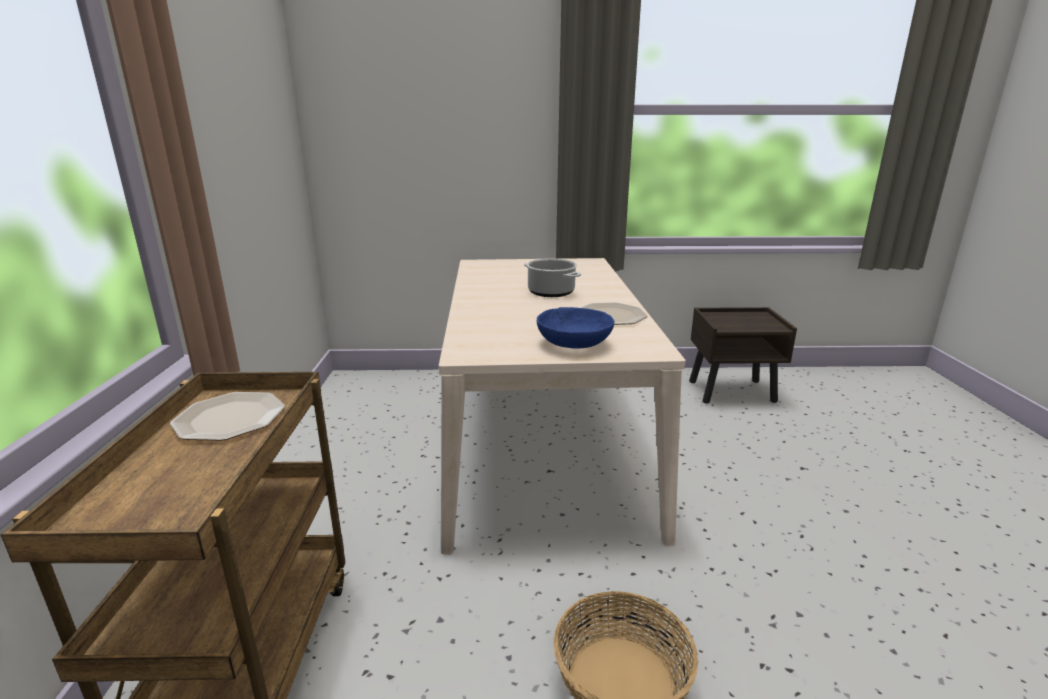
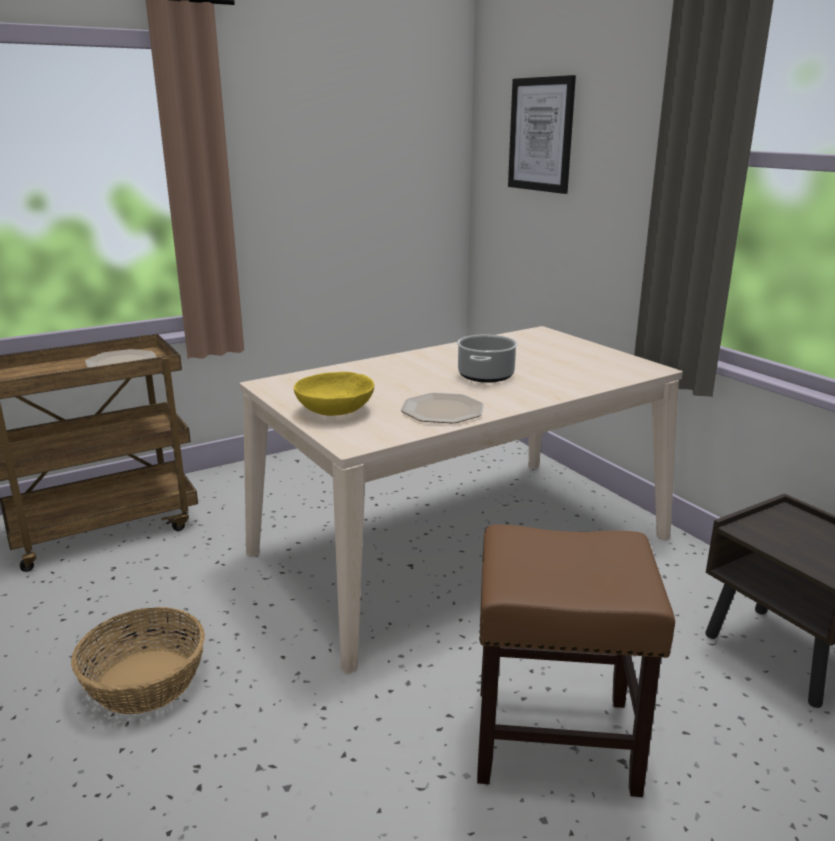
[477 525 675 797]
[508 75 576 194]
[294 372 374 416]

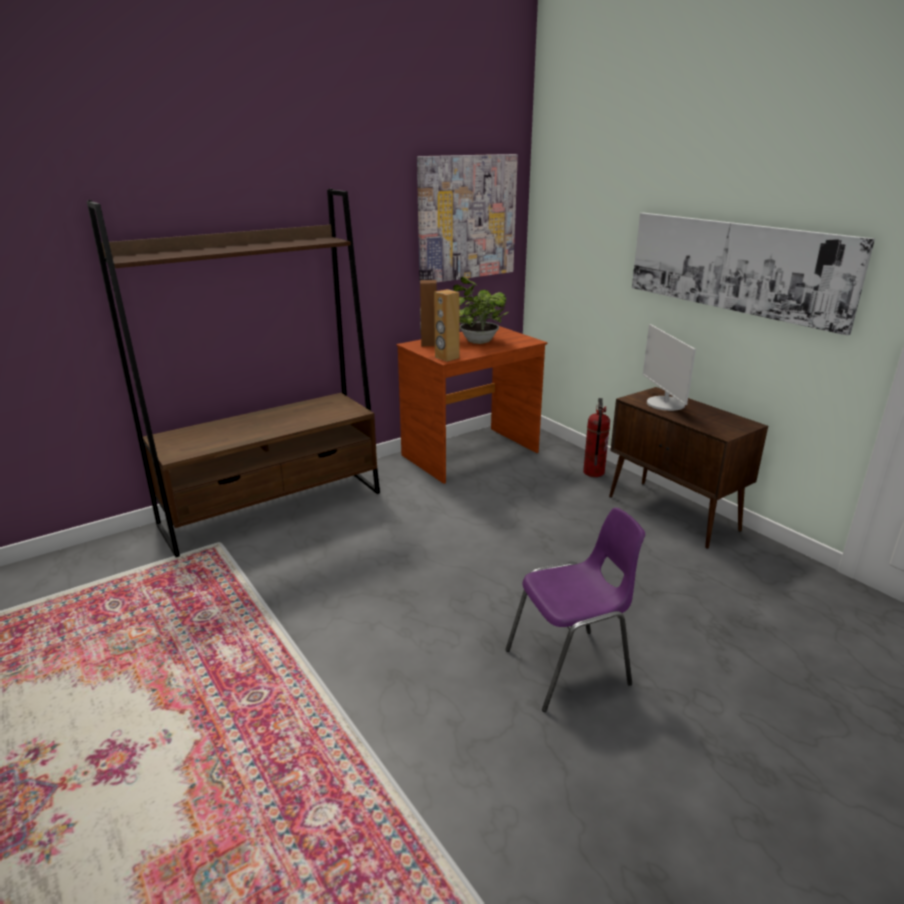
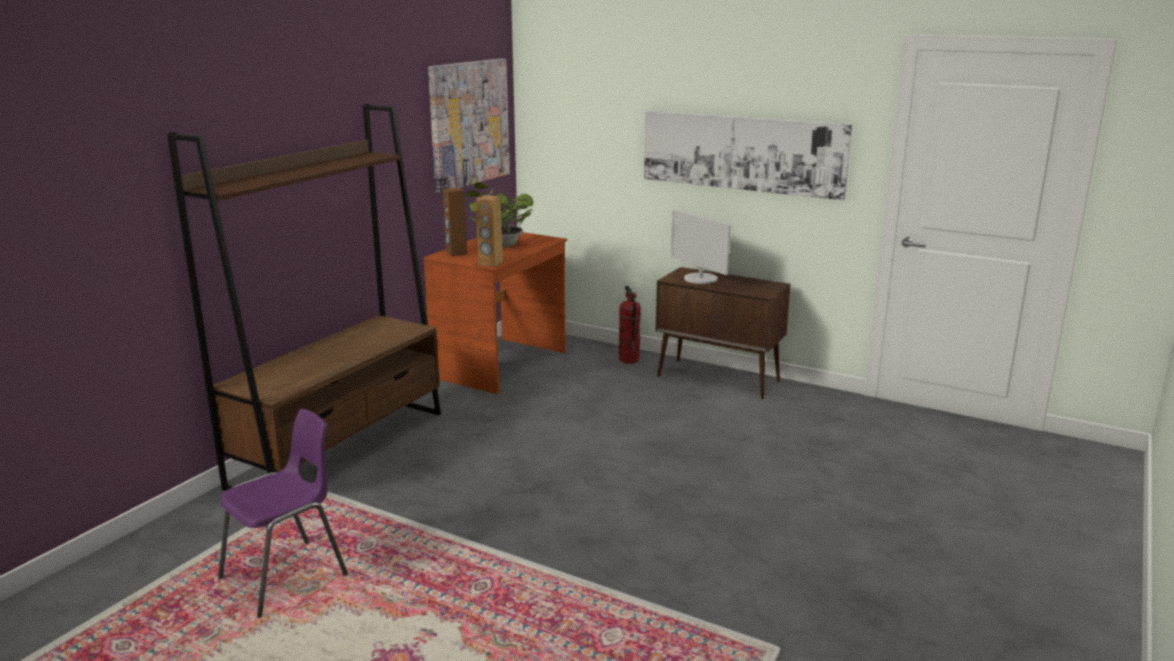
[218 409 348 618]

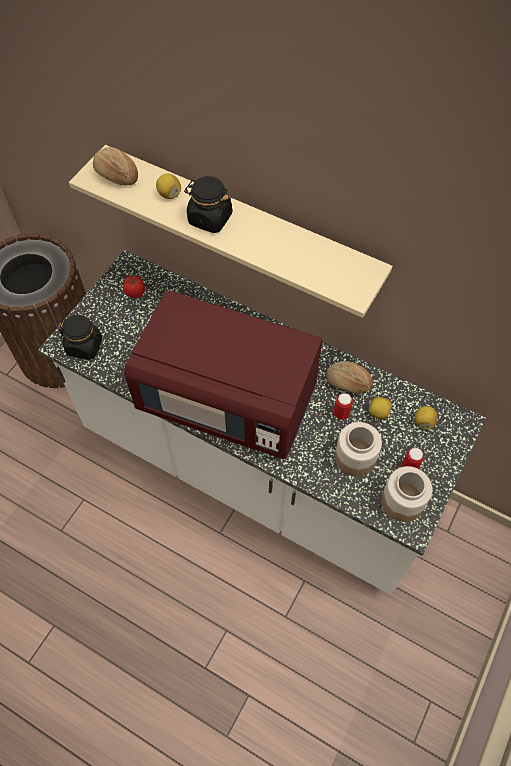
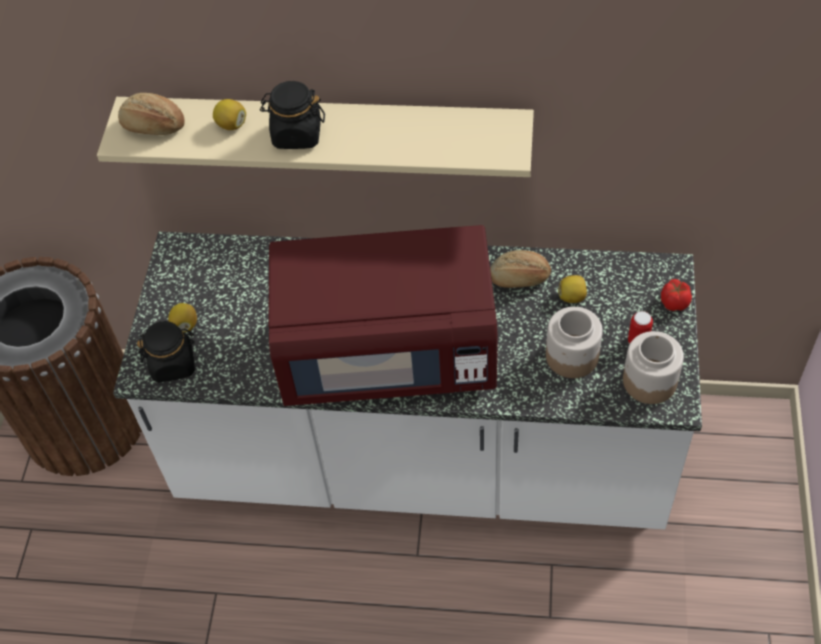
[334 393 353 420] (first image)
[661 279 692 311]
[168 303 197 332]

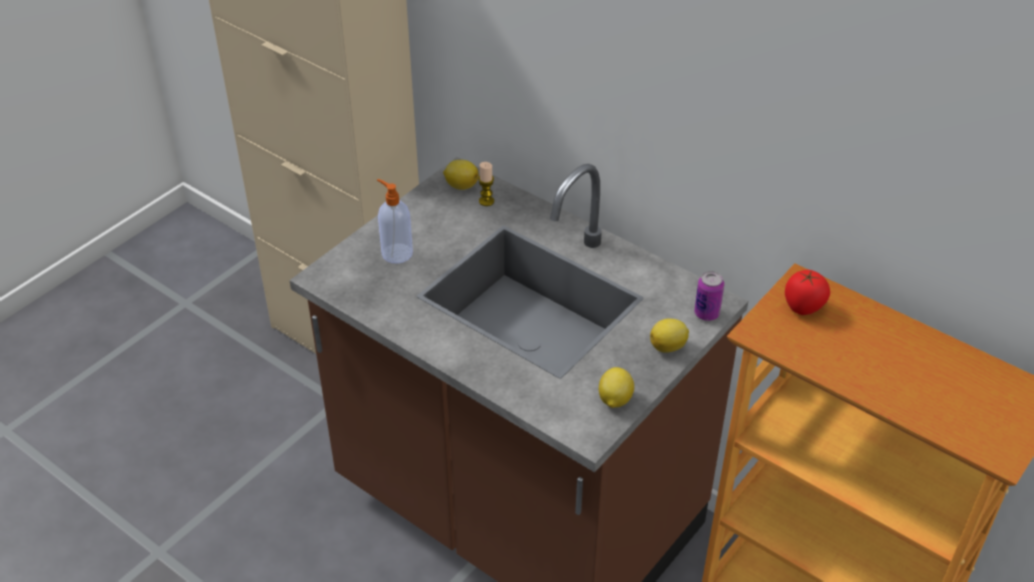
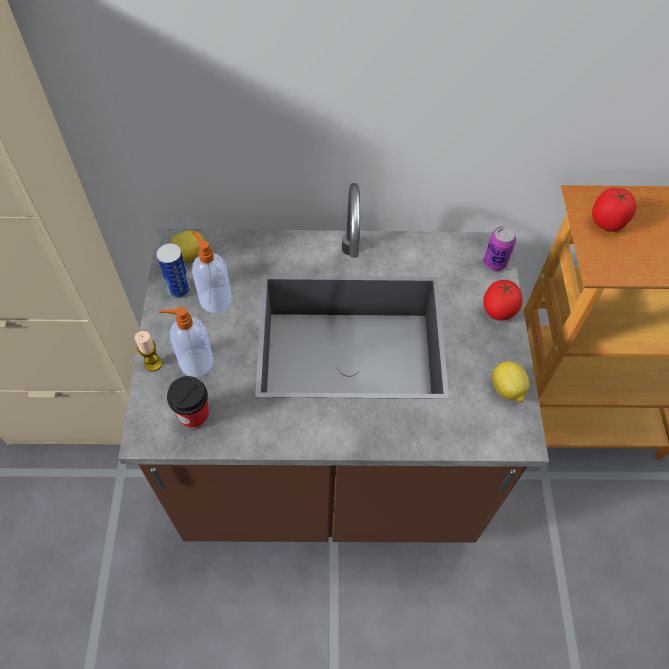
[156 243 191 299]
[167 376 209 430]
[192 231 232 313]
[135 331 162 372]
[483 280 523 321]

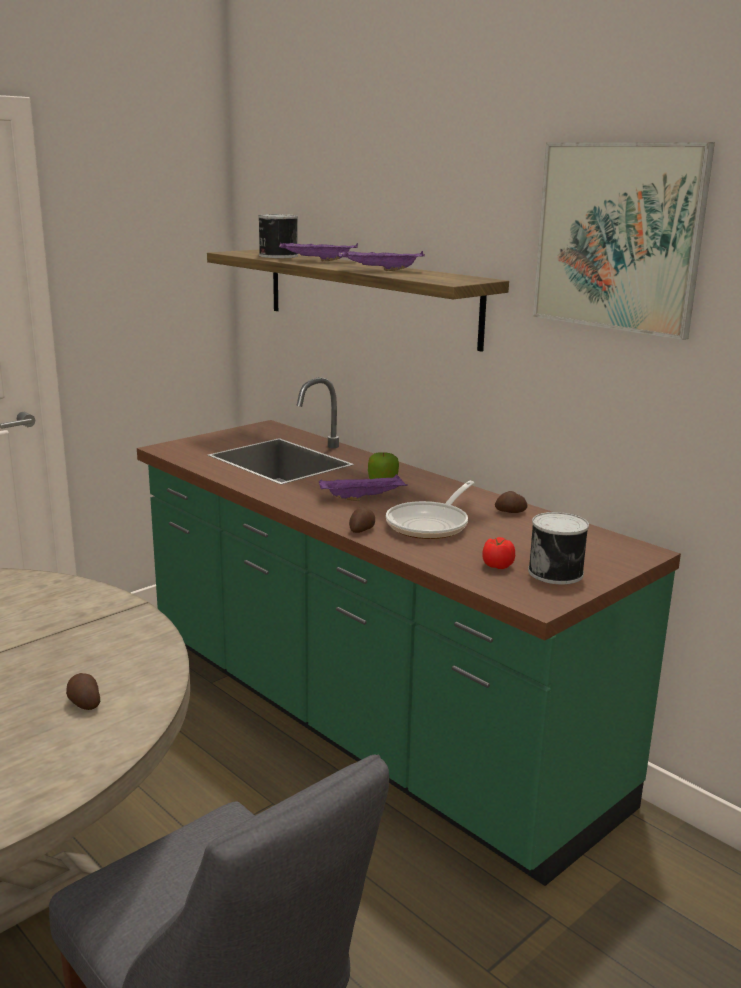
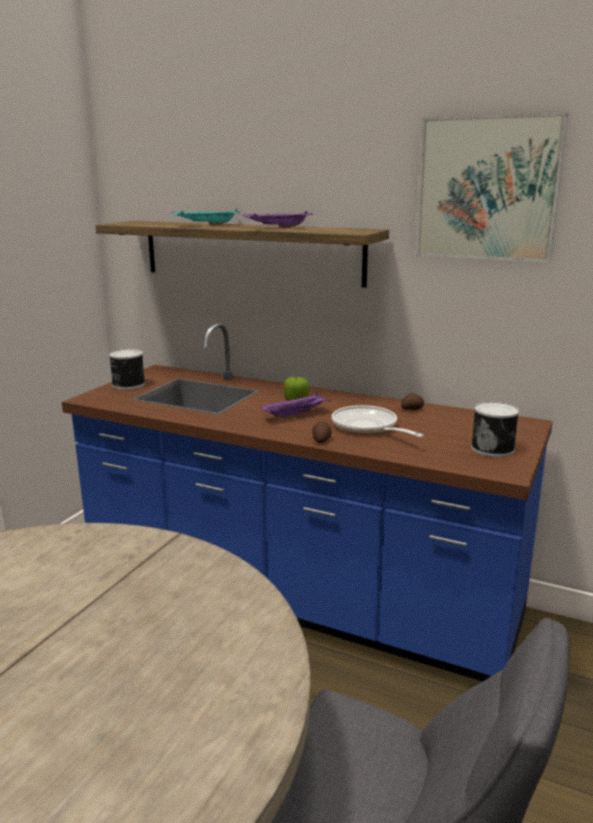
[66 673 100 710] (first image)
[482 537 515 569] (first image)
[109 349 145 390]
[62 323 553 682]
[173 209 241 225]
[332 405 424 438]

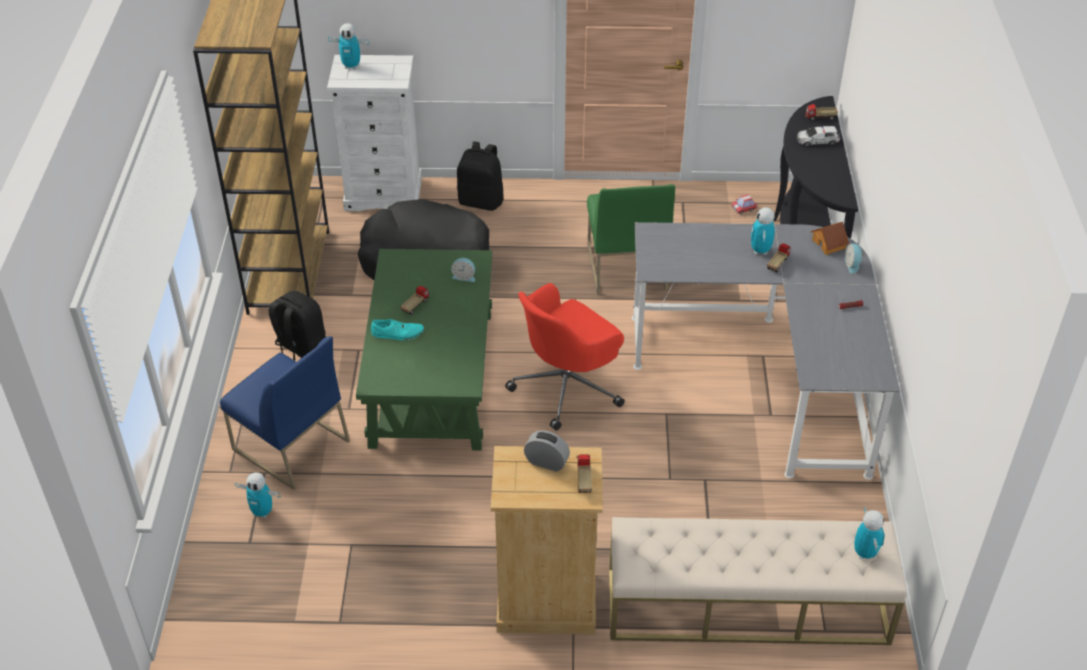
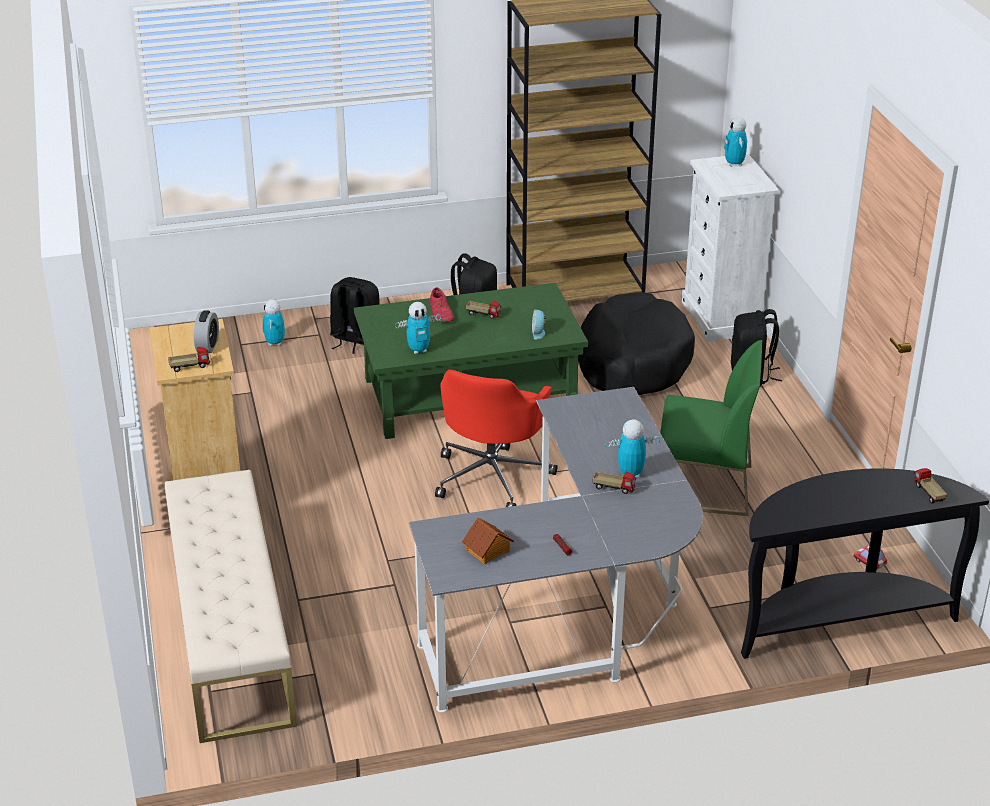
[797 126 840 146] (first image)
[844 243 864 274] (first image)
[462 517 514 564]
[395 302 441 354]
[330 277 380 354]
[430 287 454 322]
[435 370 557 507]
[660 340 762 516]

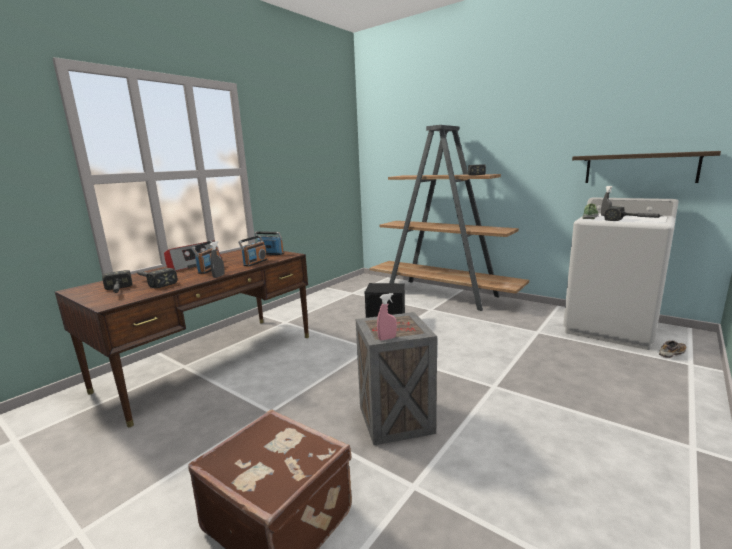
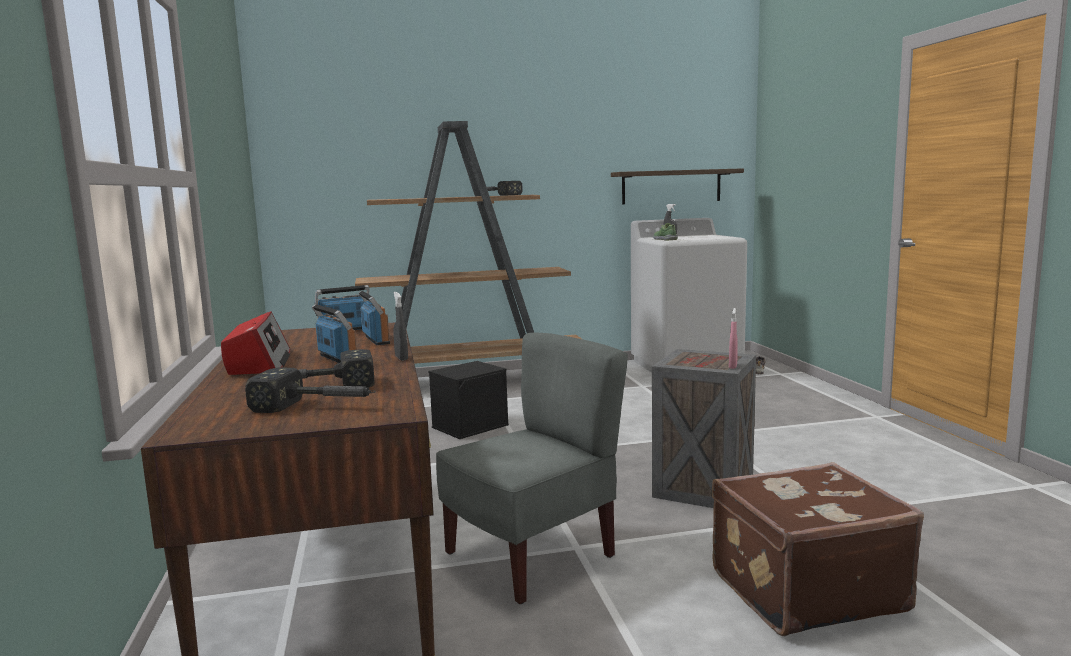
[605 206 661 221] (first image)
[436 333 628 604]

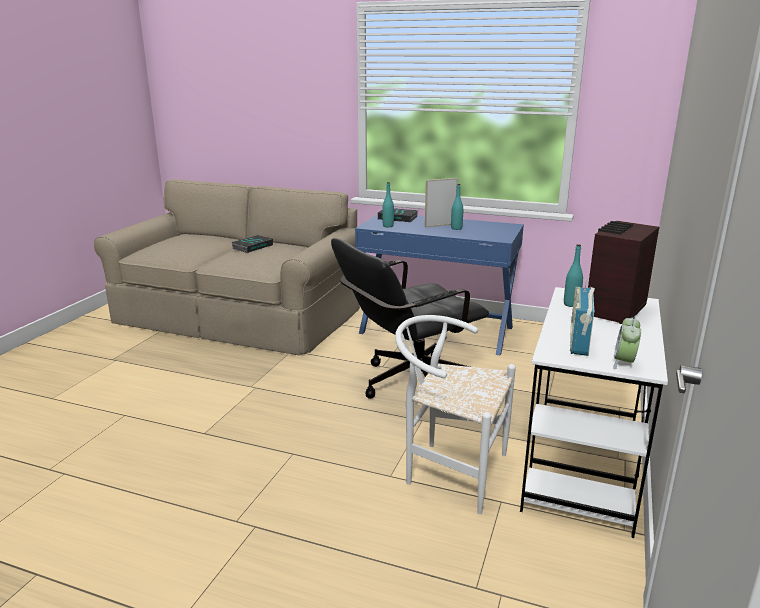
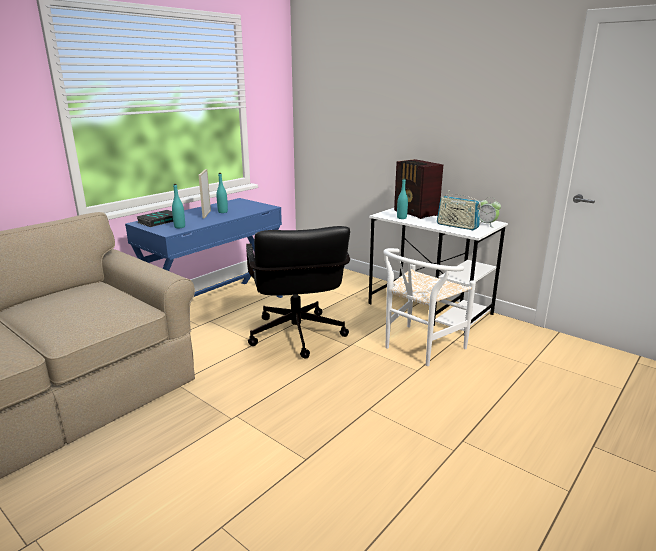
[231 235 273 253] (first image)

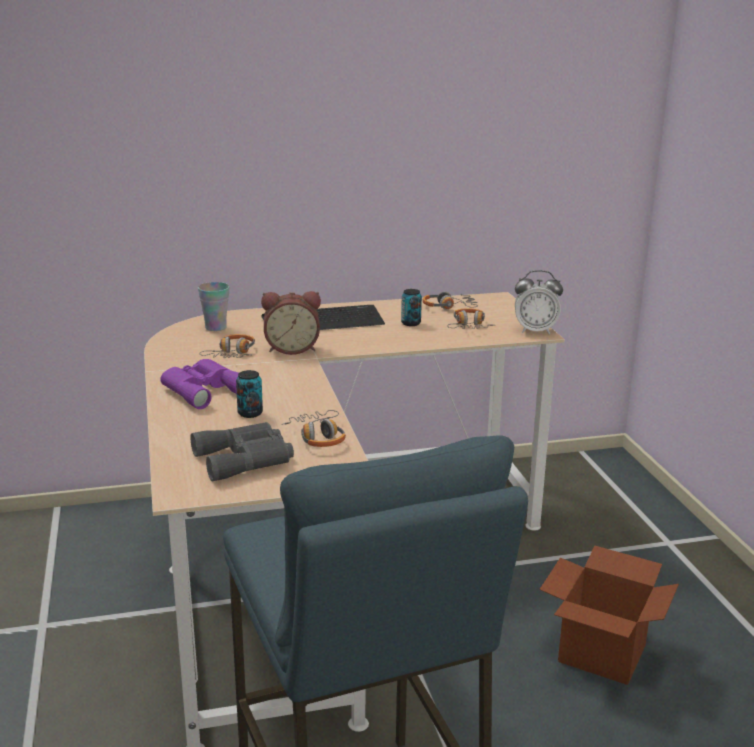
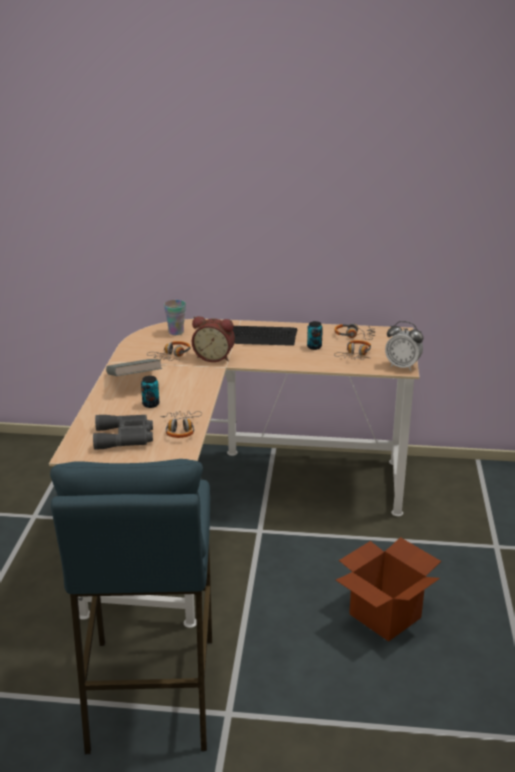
[106 359 162 376]

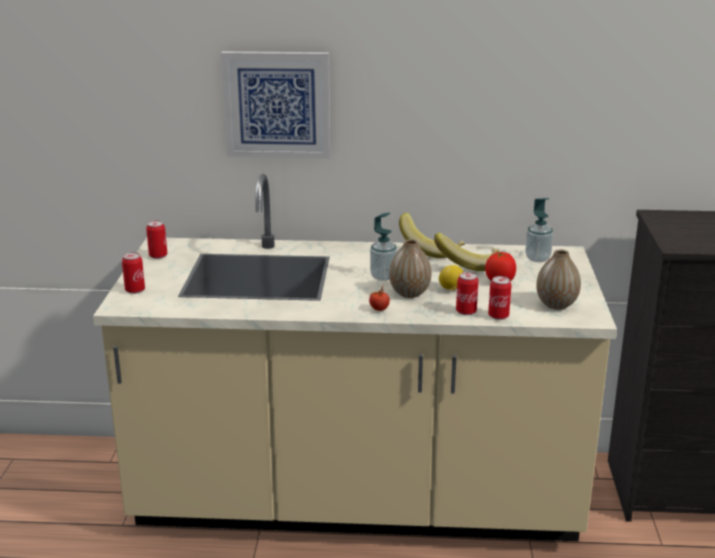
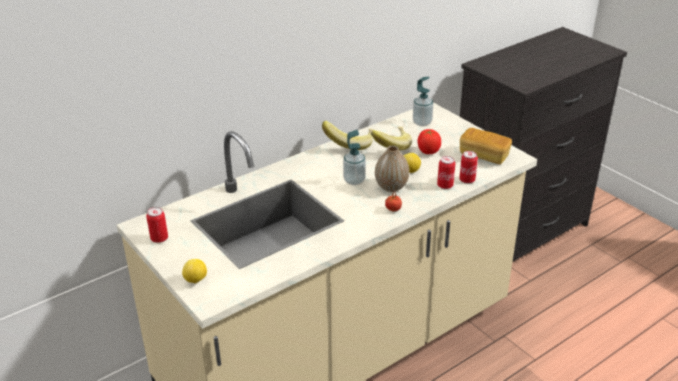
[221 51 330 159] (first image)
[182 259 207 283]
[460 128 512 164]

